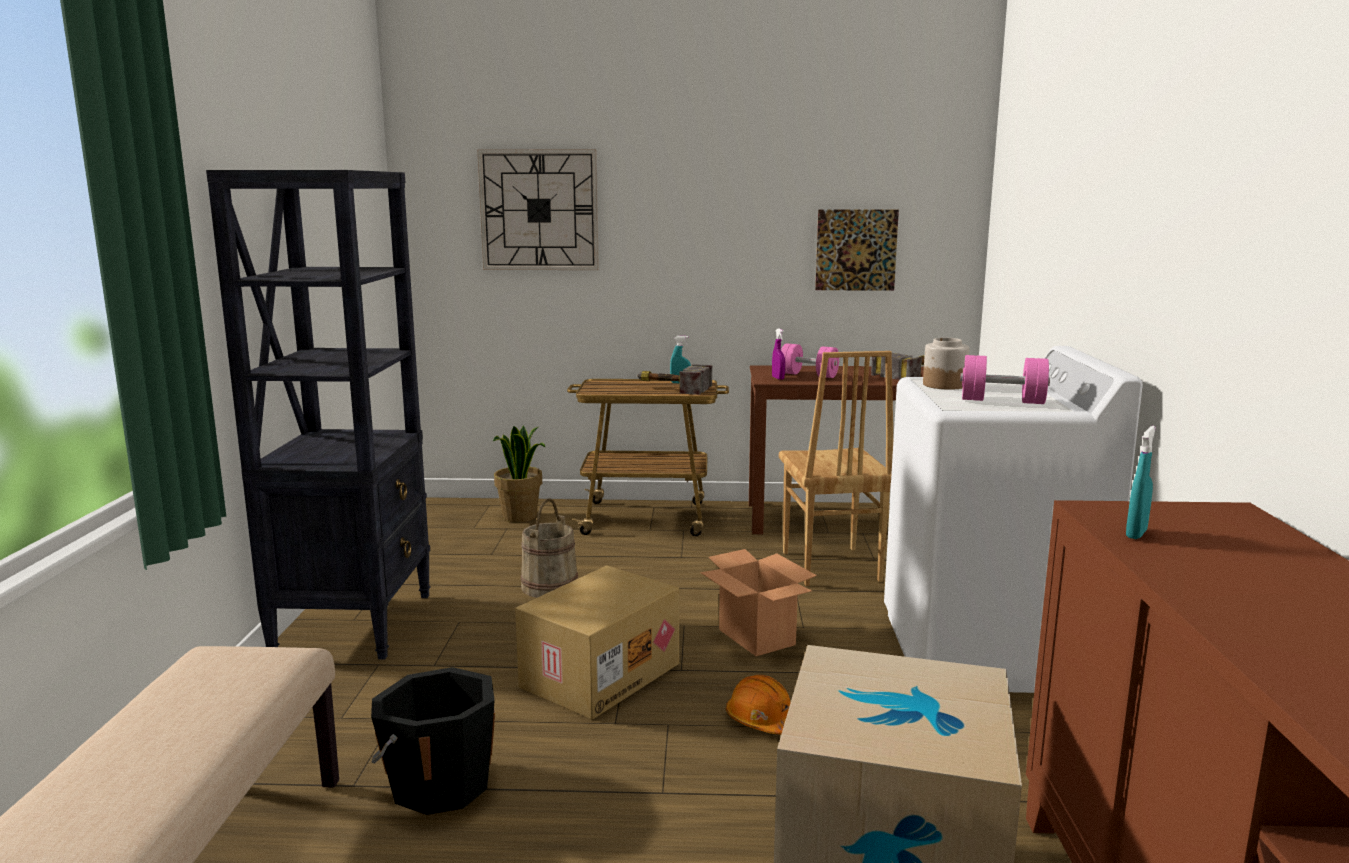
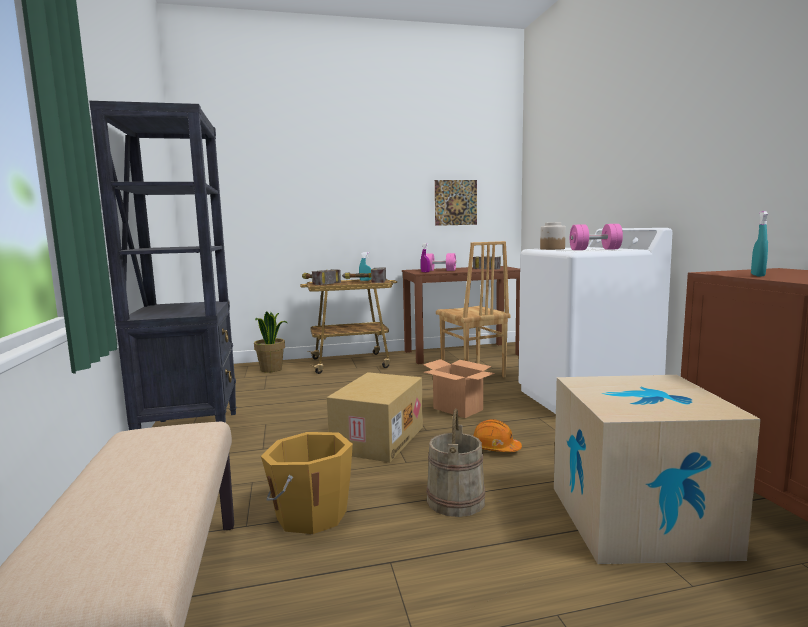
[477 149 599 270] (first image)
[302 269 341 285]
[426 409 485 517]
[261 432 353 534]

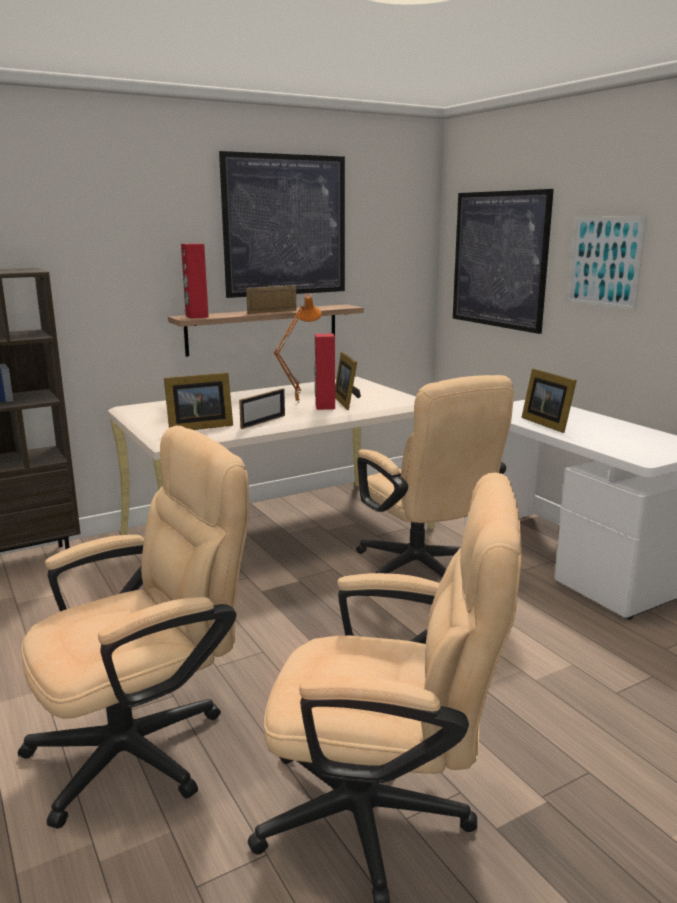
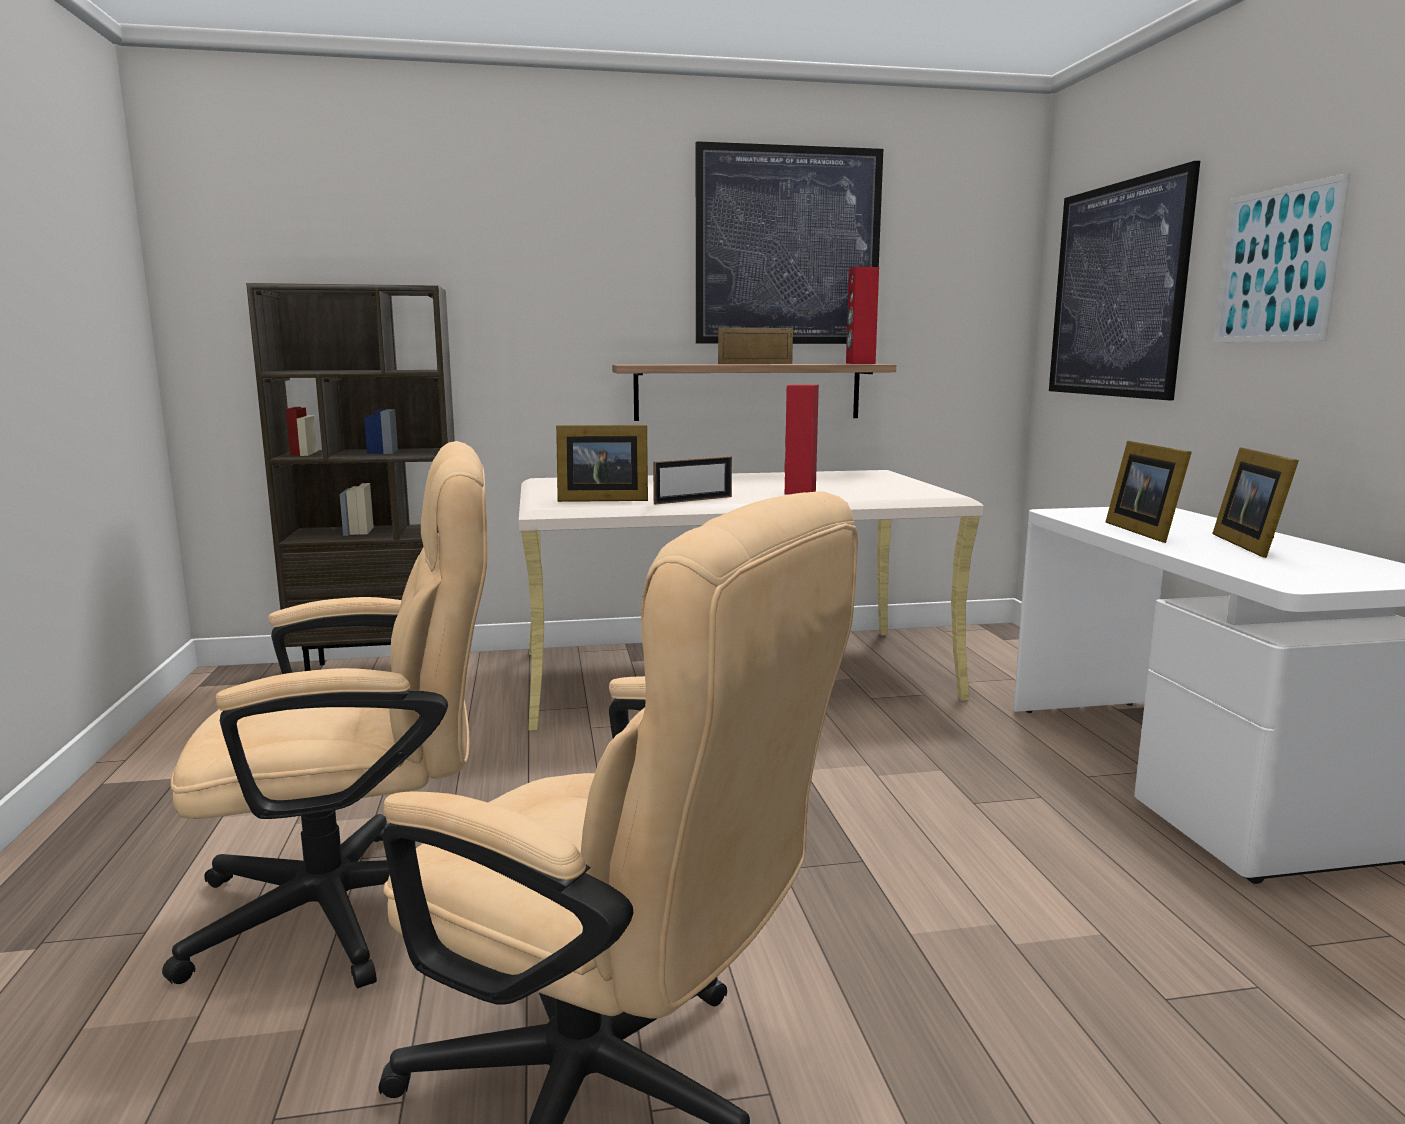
[273 294 322 404] (first image)
[356 375 514 577] (first image)
[846 267 879 364]
[1212 447 1299 558]

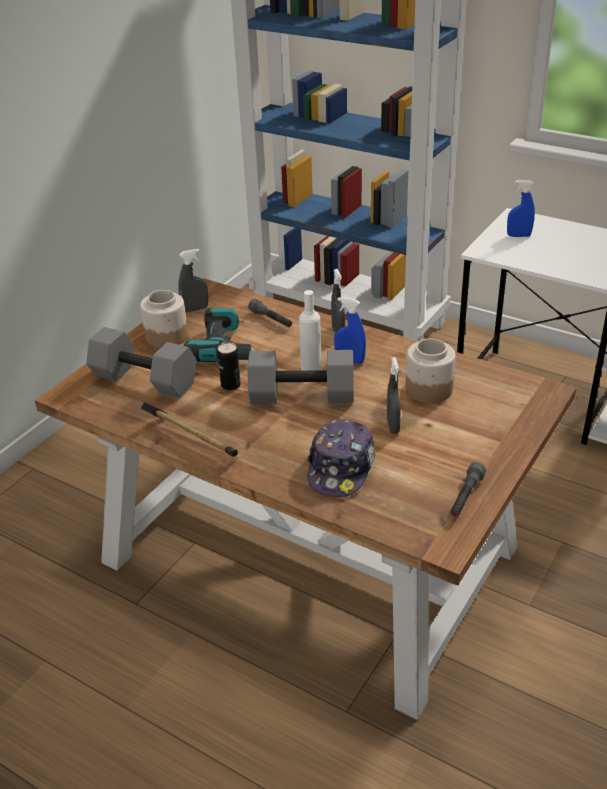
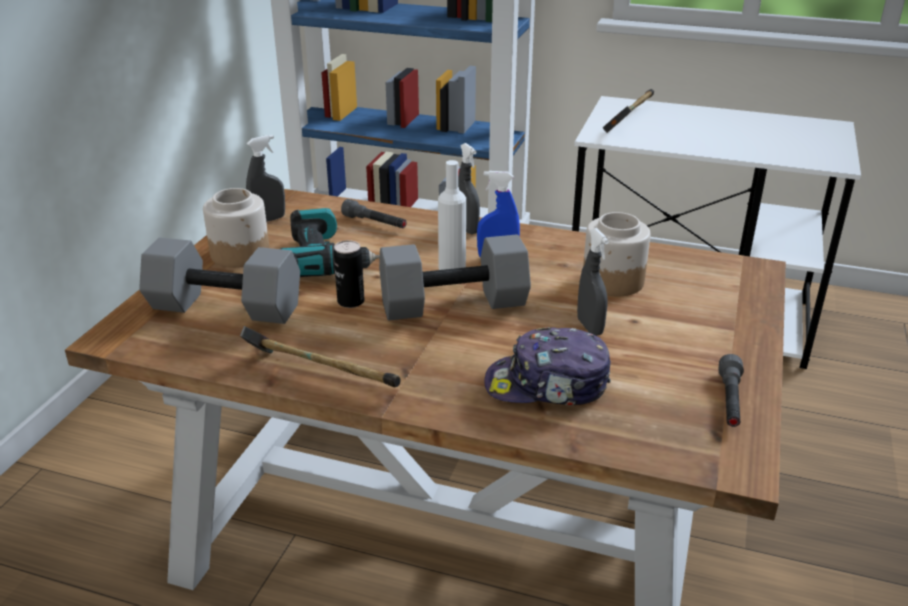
[603 89 654 133]
[484 327 611 406]

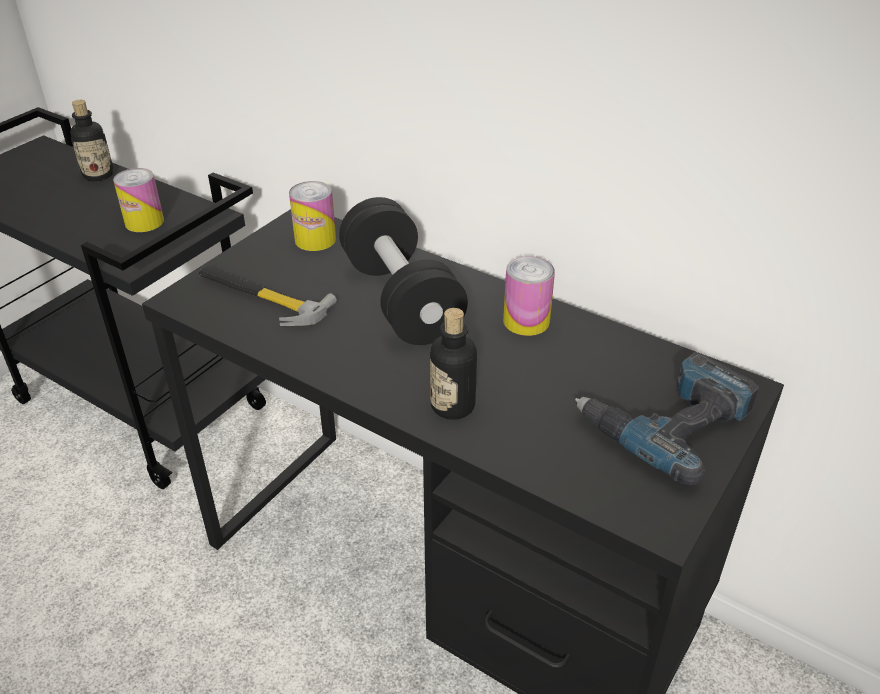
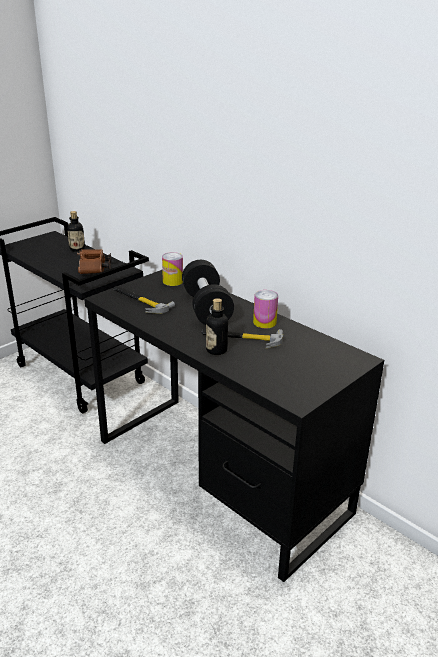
[575 352 759 485] (first image)
[201 329 283 348]
[77 249 111 274]

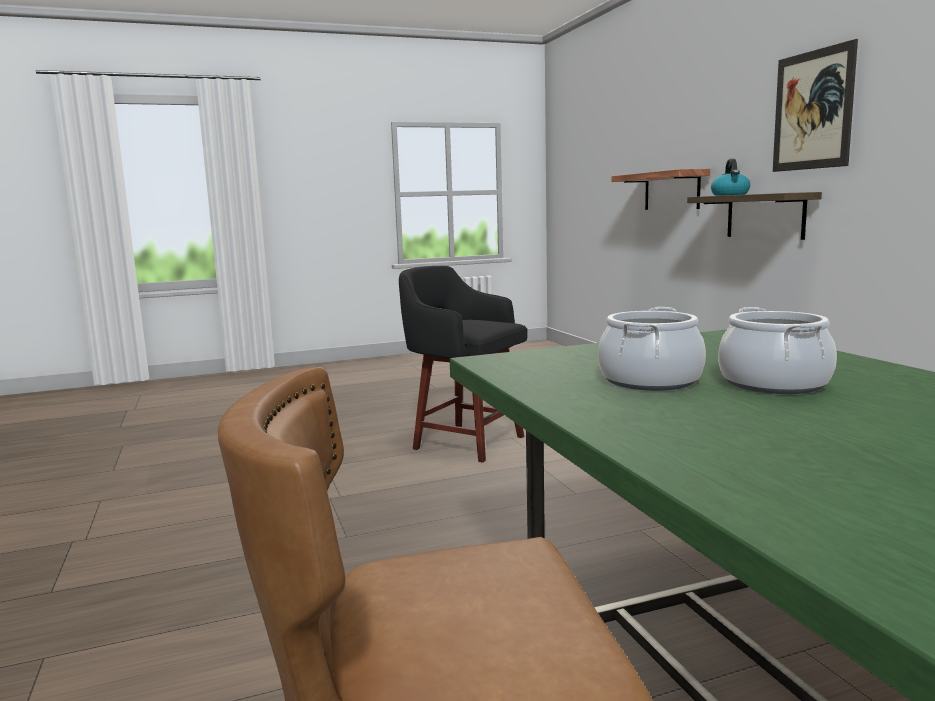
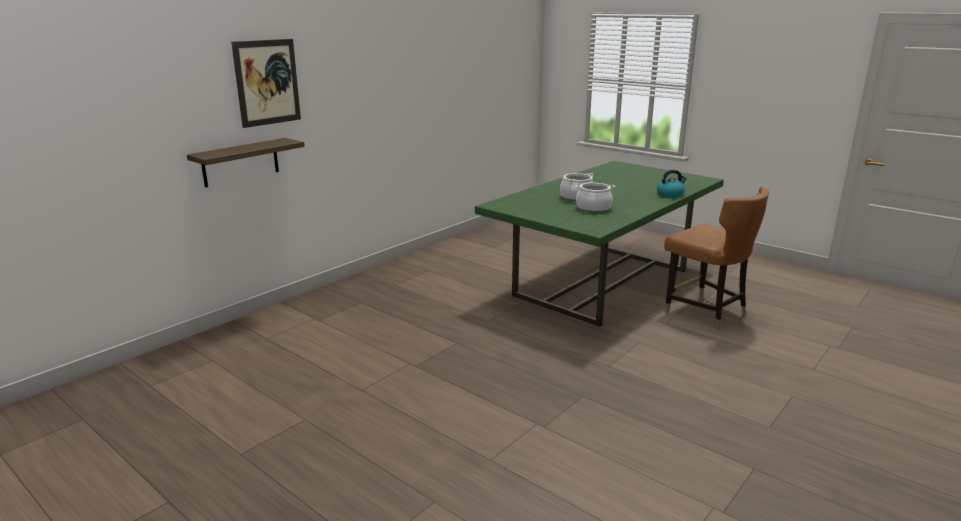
[399 266 527 462] (first image)
[612 169 710 210] (first image)
[657 170 687 198]

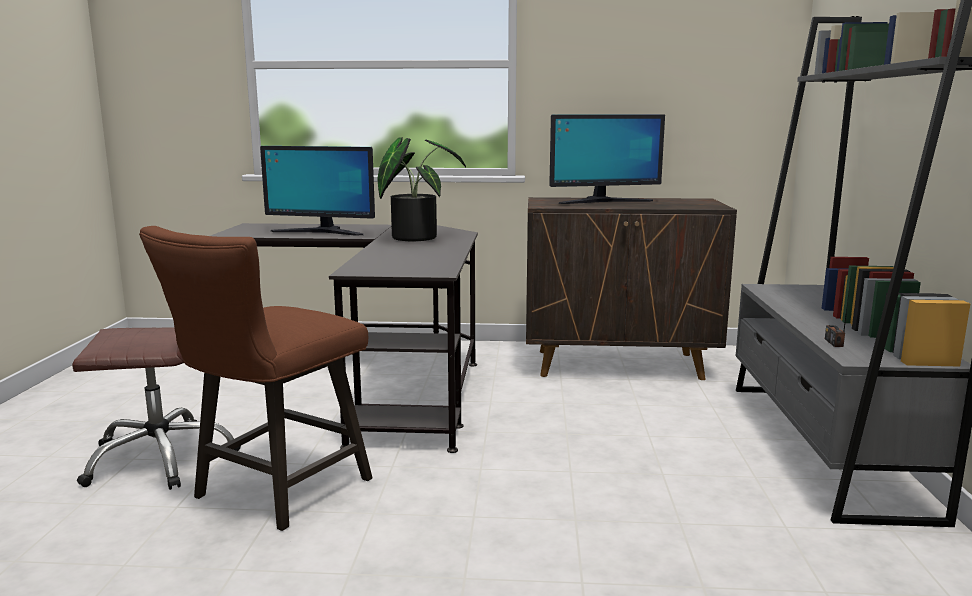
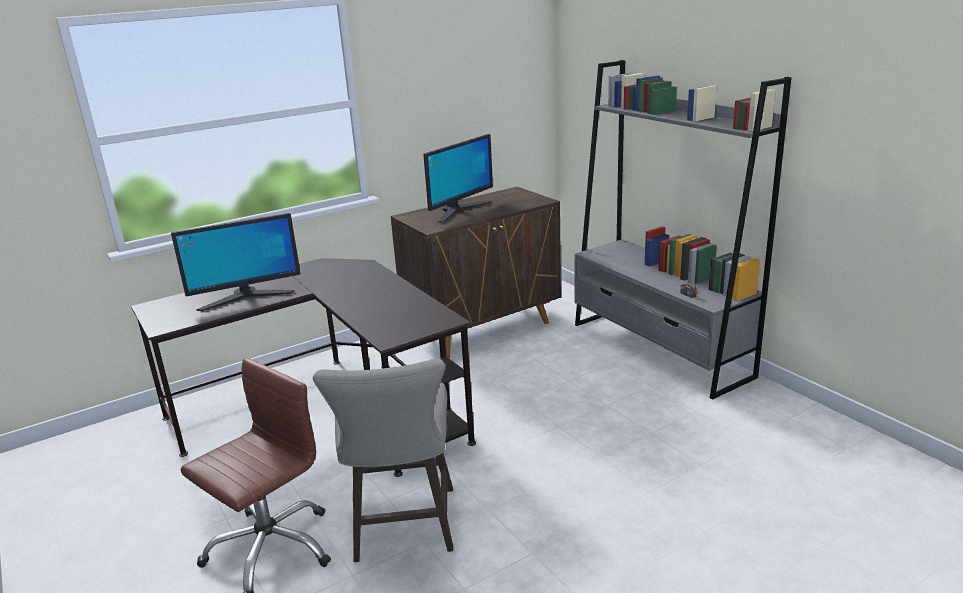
[377 137 466 241] (first image)
[313 359 453 562]

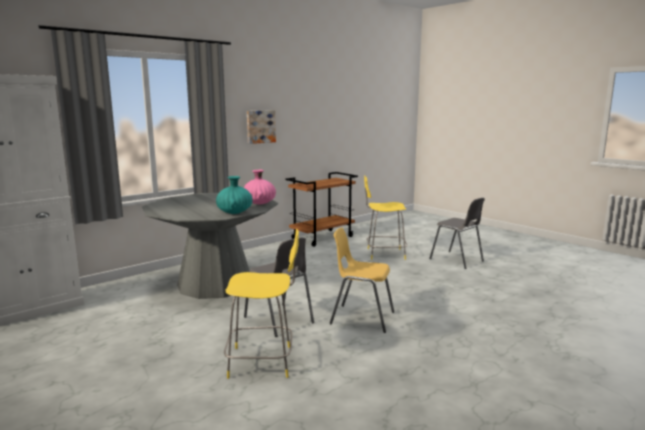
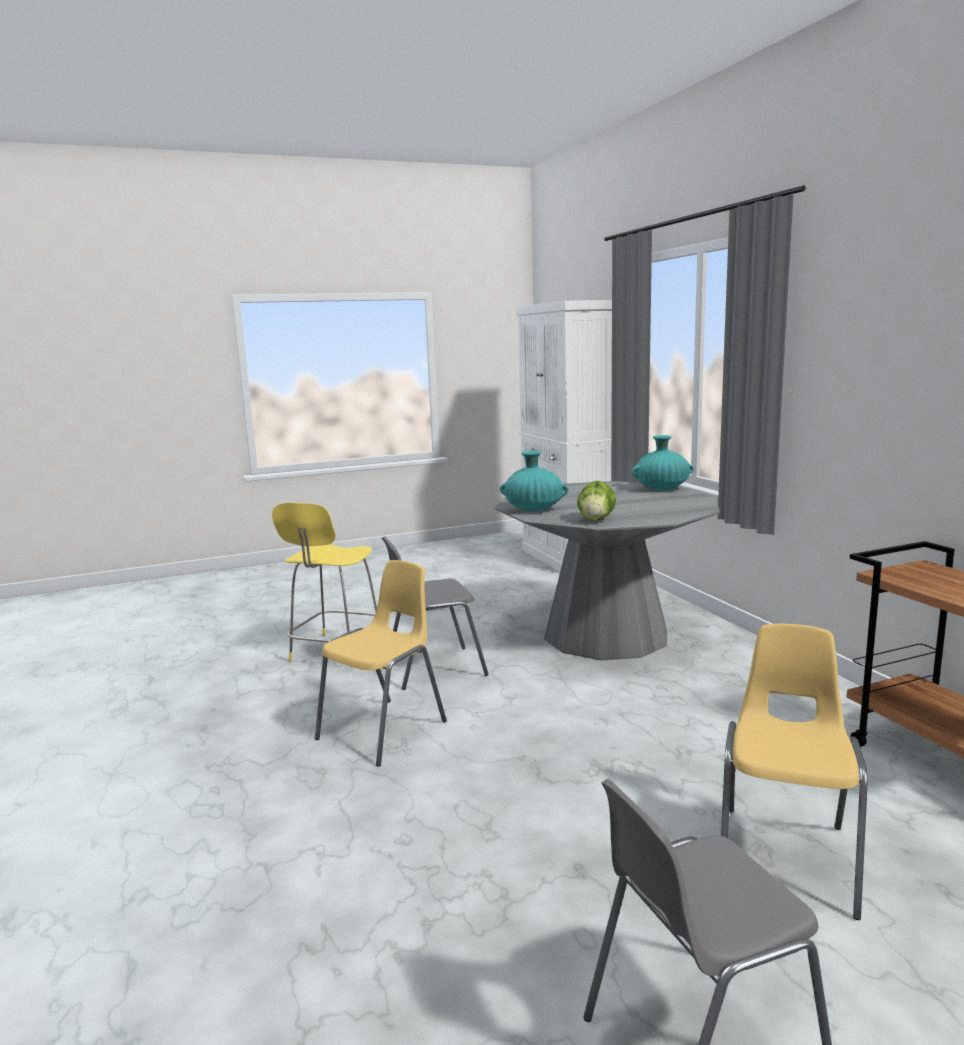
[247 110 276 144] (first image)
[631 435 694 490]
[577 481 616 521]
[721 624 868 920]

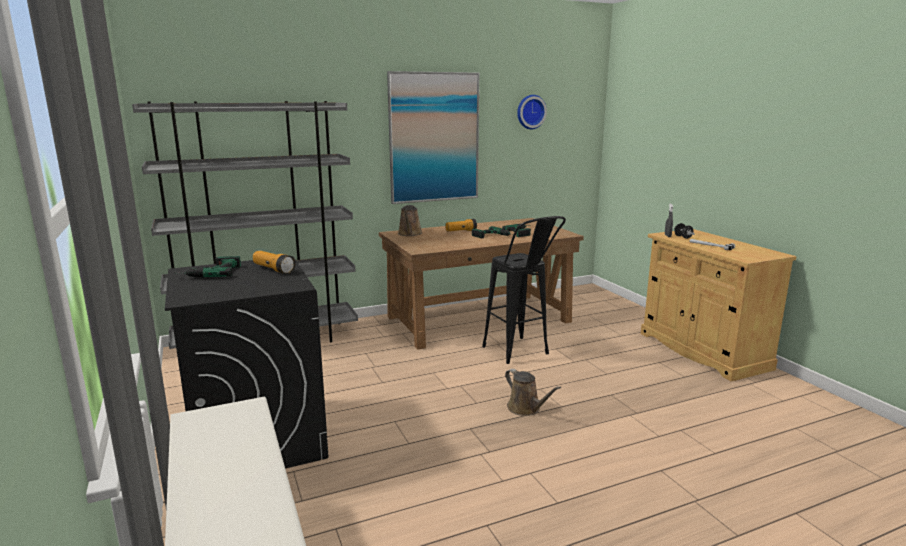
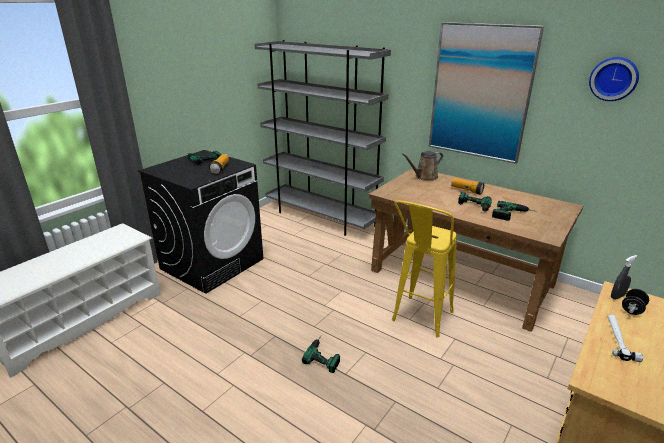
[302 336 340 373]
[392 200 457 338]

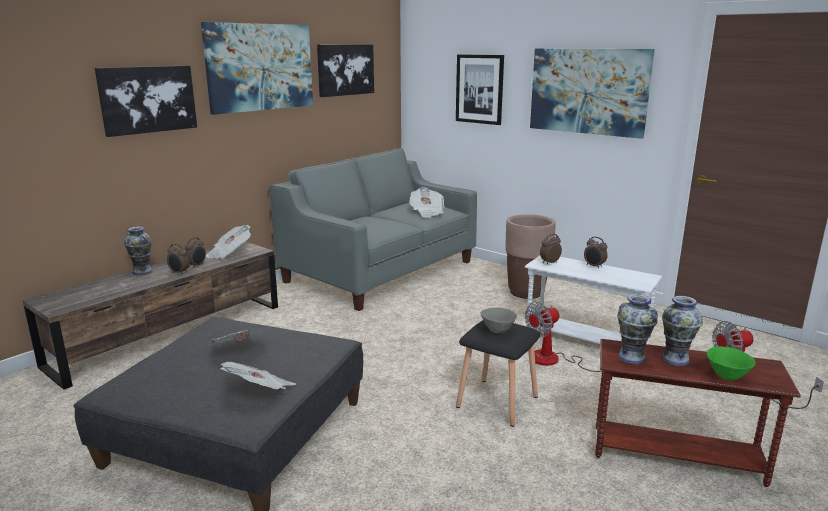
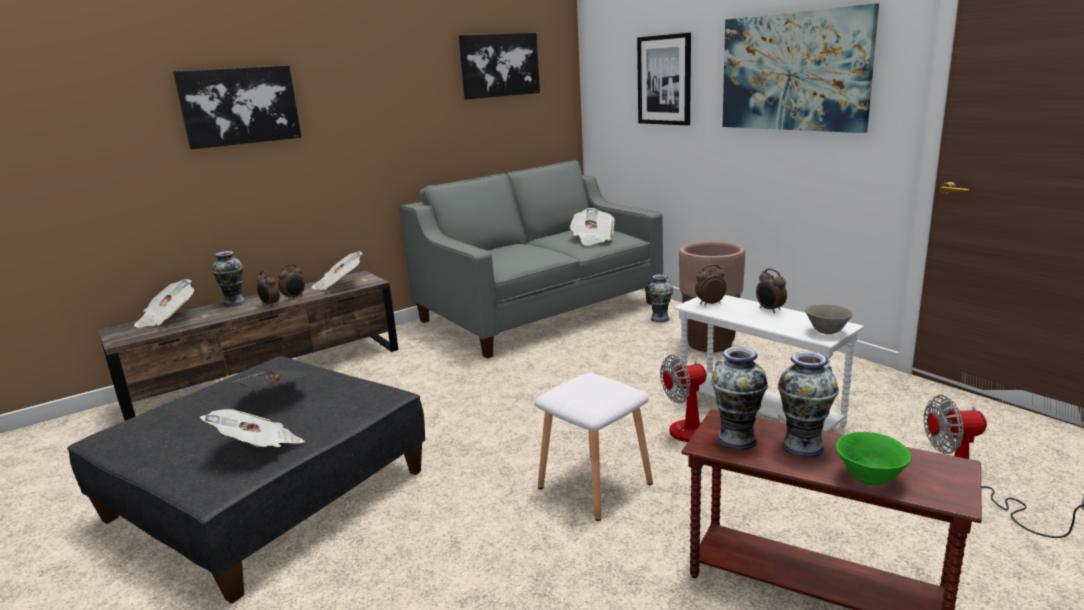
[201 22 313 115] (first image)
[134 279 194 328]
[647 274 673 322]
[805 304 853 334]
[534 373 653 521]

